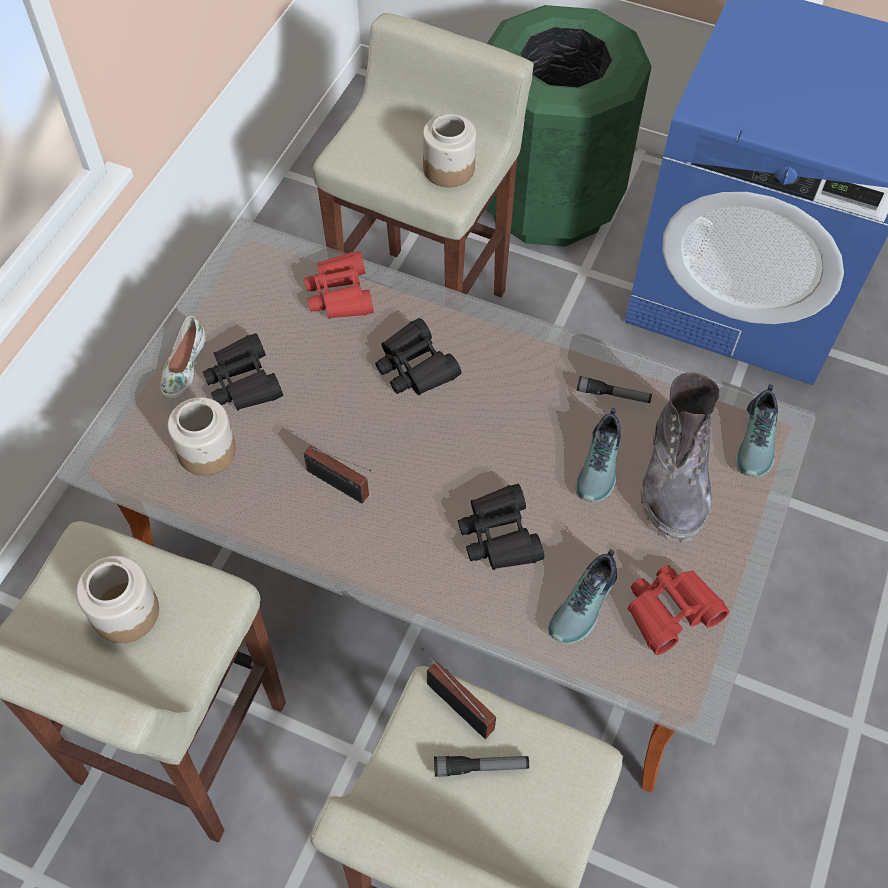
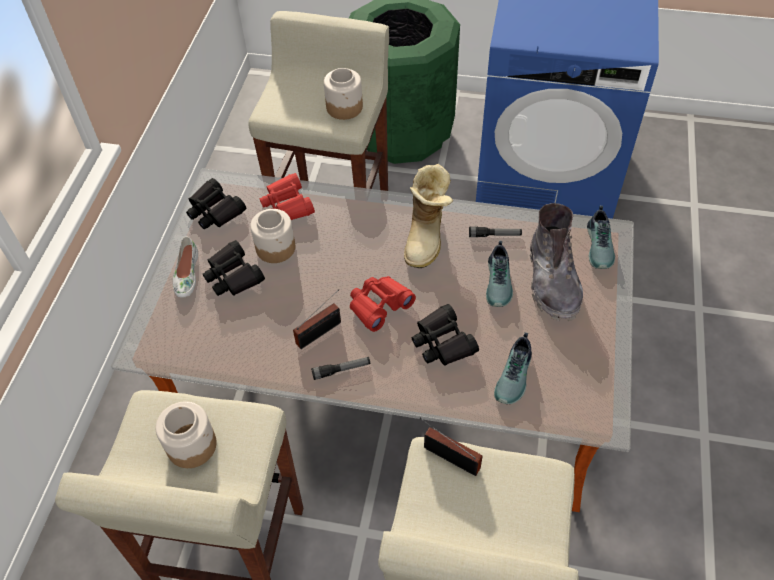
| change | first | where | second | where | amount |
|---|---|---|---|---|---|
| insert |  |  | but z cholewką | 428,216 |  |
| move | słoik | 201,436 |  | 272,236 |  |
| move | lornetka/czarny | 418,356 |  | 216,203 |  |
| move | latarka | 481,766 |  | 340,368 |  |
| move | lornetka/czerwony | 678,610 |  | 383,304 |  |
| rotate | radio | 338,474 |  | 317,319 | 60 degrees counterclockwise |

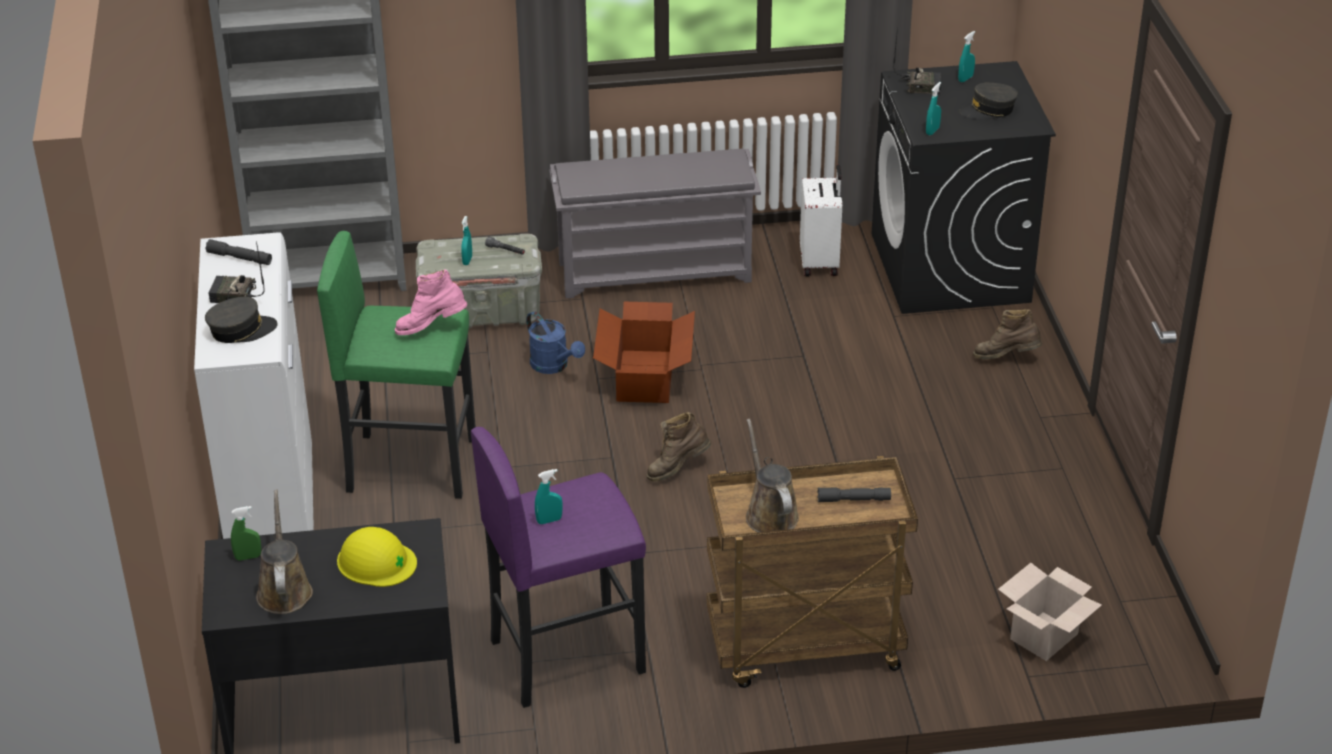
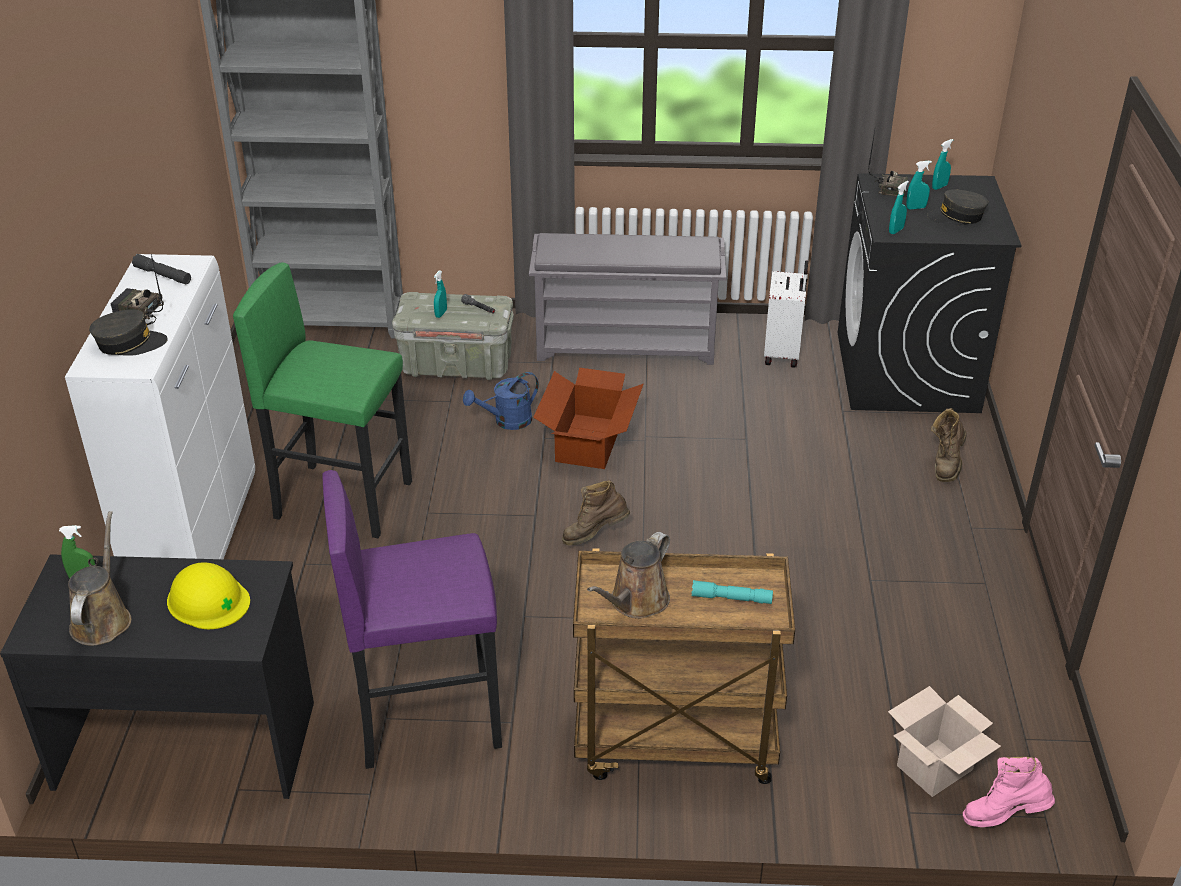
| change | first | where | second | where | amount |
|---|---|---|---|---|---|
| move | but z cholewką/różowy | 431,302 |  | 1009,792 |  |
| move | spryskiwacz/turkusowy | 549,496 |  | 919,185 |  |
| recolor | latarka/szary | 854,494 | latarka/turkusowy | 732,592 |  |
| rotate | konewka/niebieski | 555,342 |  | 501,401 | 90 degrees clockwise |
| rotate | konewka/brązowy | 772,475 |  | 628,575 | 135 degrees counterclockwise |
| rotate | but z cholewką/brązowy | 1007,334 |  | 949,445 | 90 degrees counterclockwise |

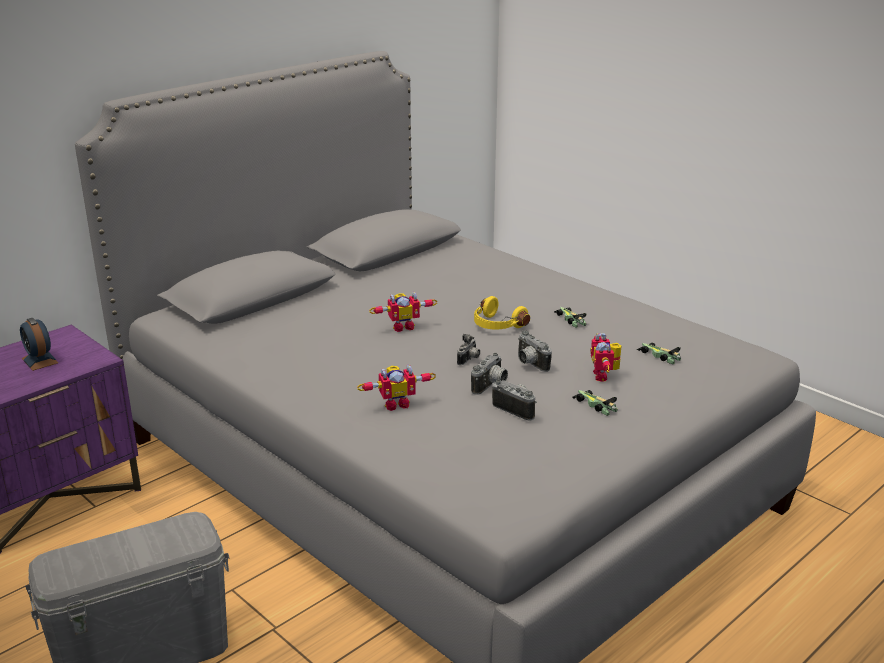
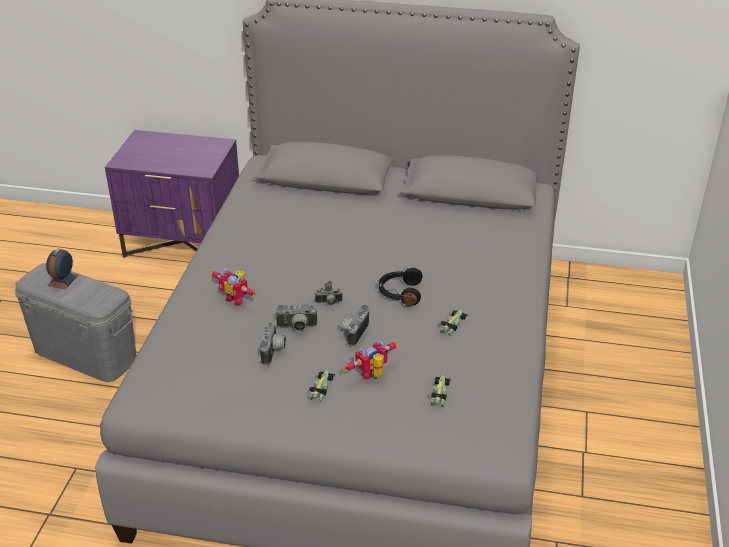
| change | first | where | second | where | amount |
|---|---|---|---|---|---|
| delete | robot zabawkowy | 403,311 |  |  |  |
| move | budzik | 39,344 |  | 62,269 |  |
| recolor | słuchawki/żółty | 502,313 | słuchawki/czarny | 401,287 |  |

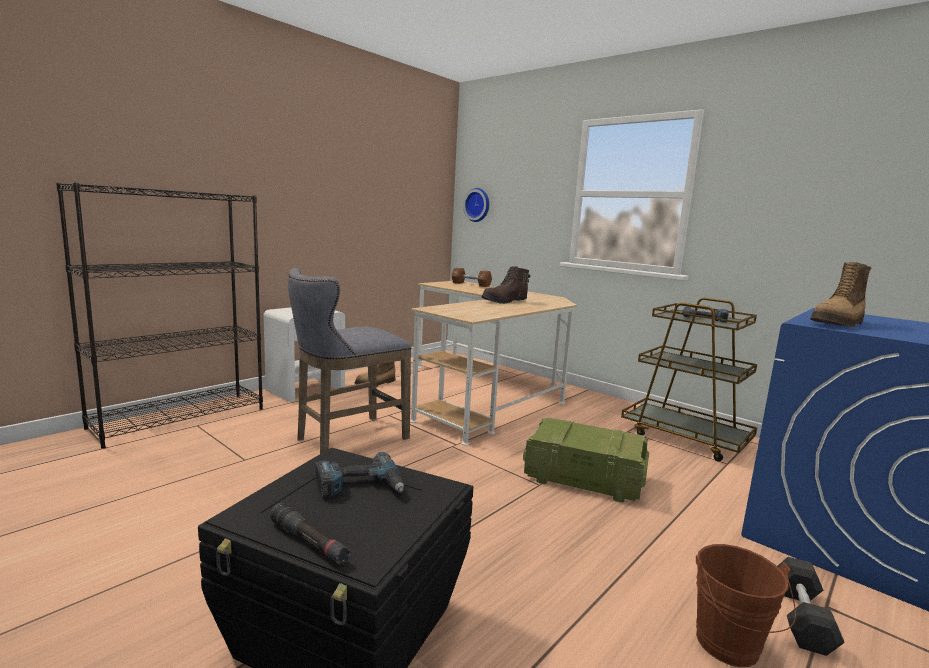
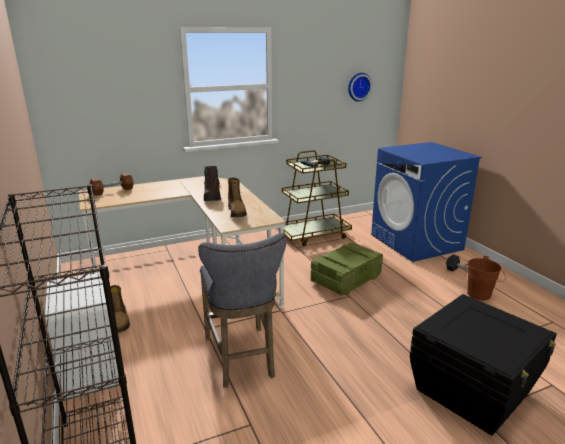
| change | first | where | second | where | amount |
|---|---|---|---|---|---|
| delete | latarka/czarny | 310,533 |  |  |  |
| delete | wiertarka | 359,474 |  |  |  |
| move | zegar ścienny | 476,205 |  | 360,87 |  |
| move | but z cholewką | 840,294 |  | 237,197 |  |

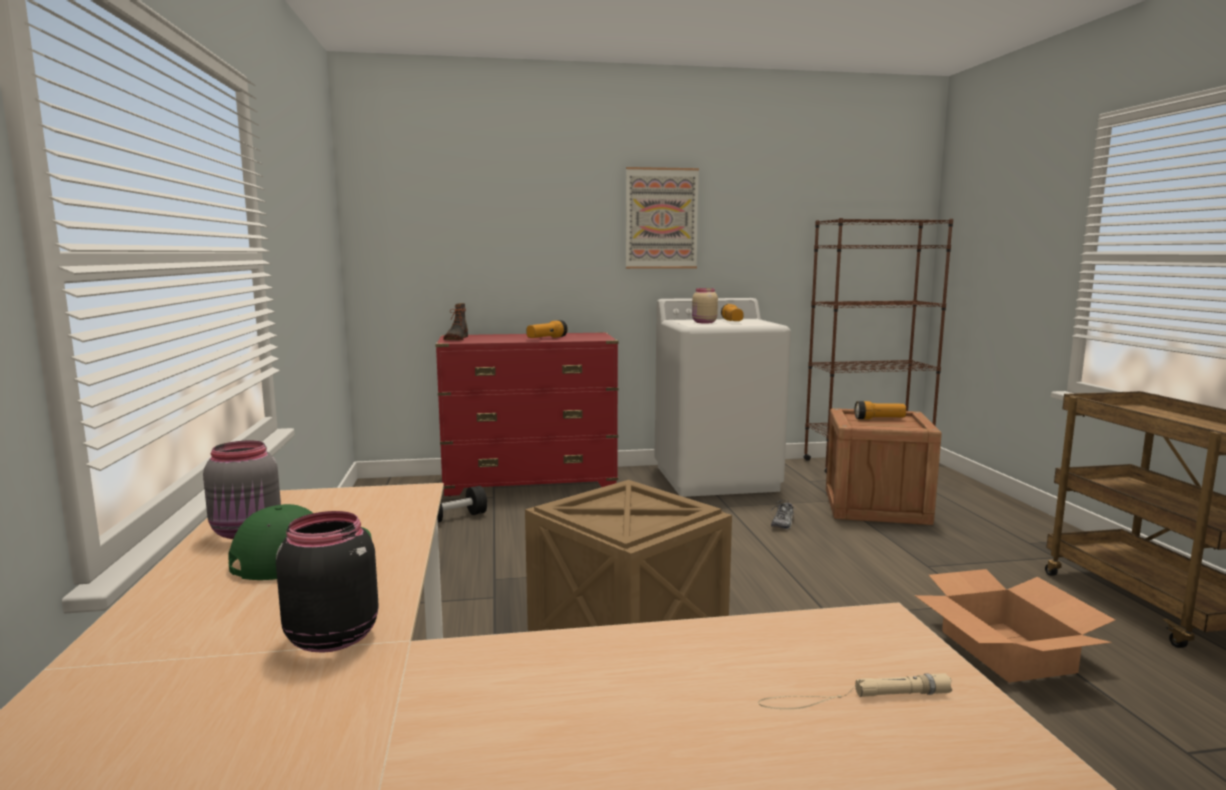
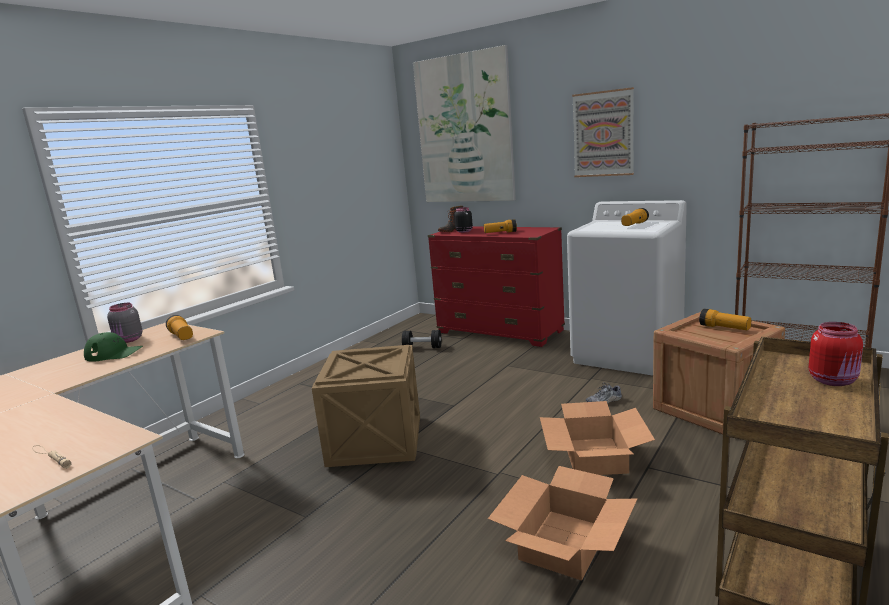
| change | first | where | second | where | amount |
|---|---|---|---|---|---|
| delete | słoik/beżowy | 705,305 |  |  |  |
| insert |  |  | latarka | 179,327 |  |
| insert |  |  | obraz | 464,123 |  |
| insert |  |  | karton | 597,438 |  |
| insert |  |  | słoik/czerwony | 836,354 |  |
| move | słoik/czarny | 327,582 |  | 463,220 |  |

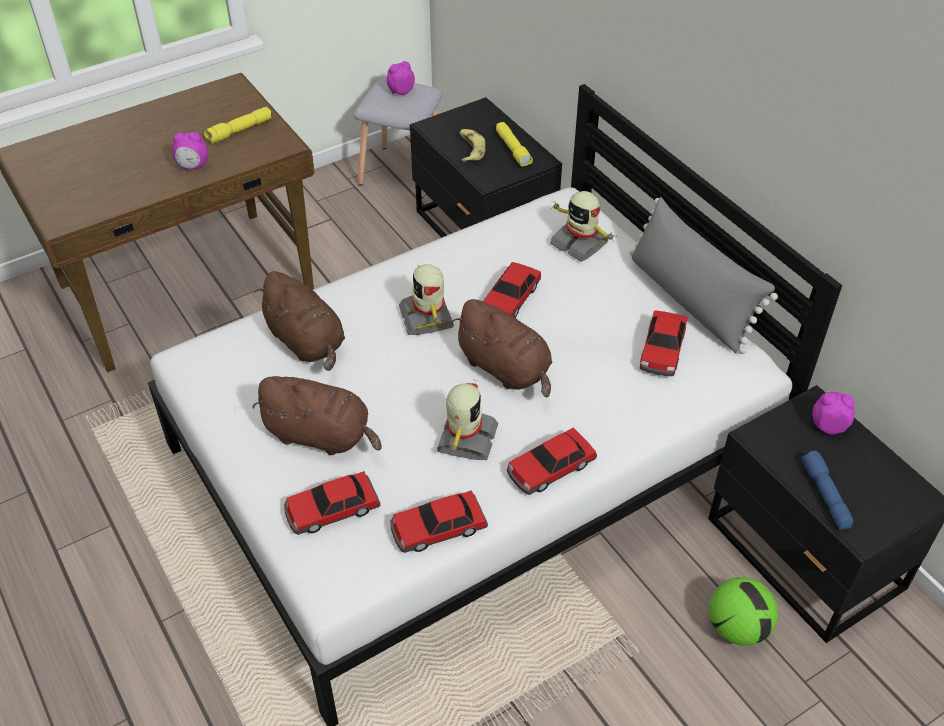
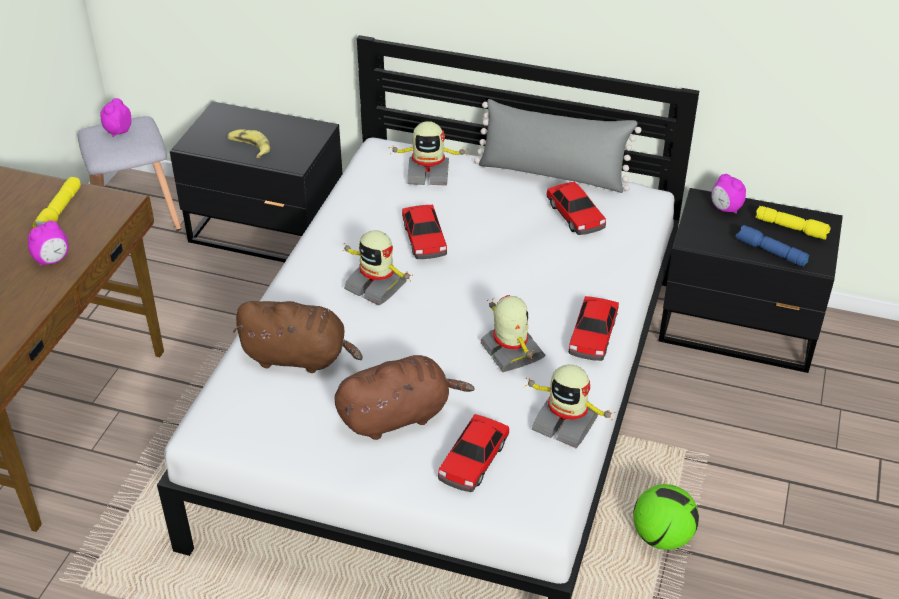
| change | first | where | second | where | amount |
|---|---|---|---|---|---|
| delete | pluszak/brązowy | 502,348 |  |  |  |
| move | latarka/żółty | 514,144 |  | 793,223 |  |
| move | piłka futbolowa | 743,611 |  | 666,517 |  |
| replace | samochodzik | 439,522 | robot zabawkowy | 568,406 |  |
| rotate | budzik | 833,413 |  | 728,193 | 105 degrees counterclockwise |

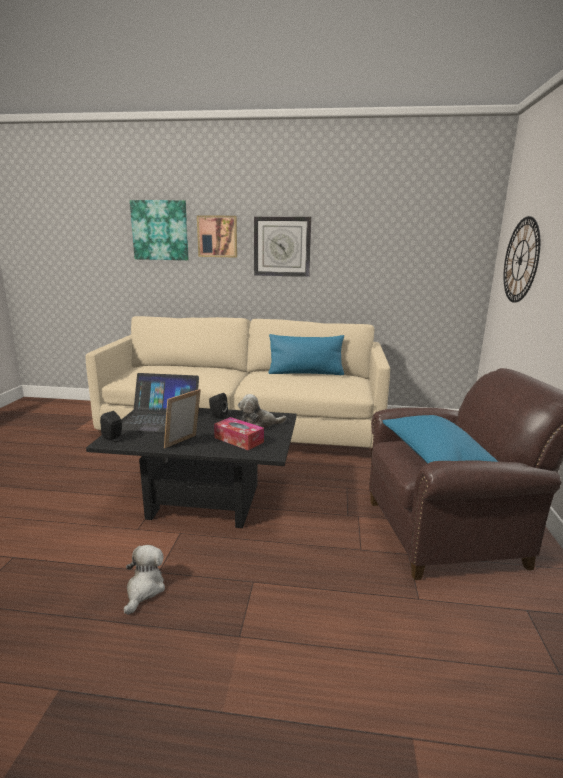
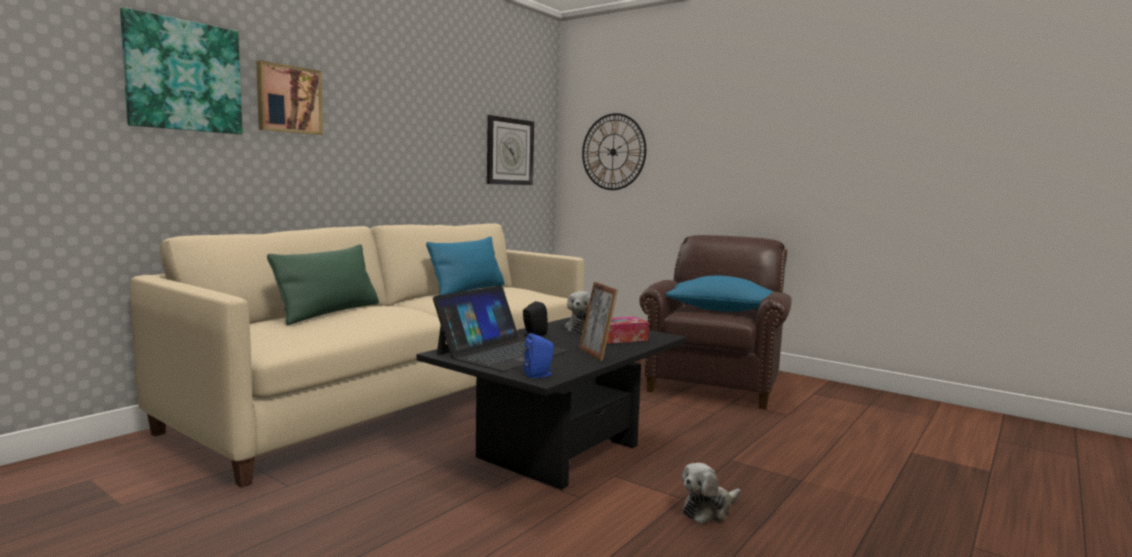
| change | first | where | second | where | amount |
|---|---|---|---|---|---|
| insert |  |  | poduszka/zielony | 323,284 |  |
| move | zegar ścienny | 282,246 |  | 510,150 |  |
| recolor | głośnik/czarny | 111,426 | głośnik/niebieski | 538,355 |  |
| rotate | pluszak | 144,580 |  | 711,493 | 75 degrees counterclockwise |

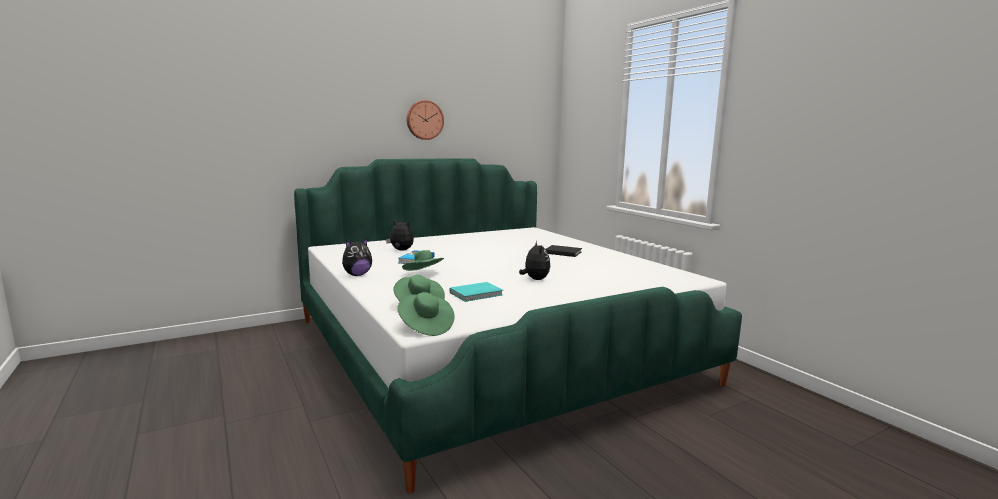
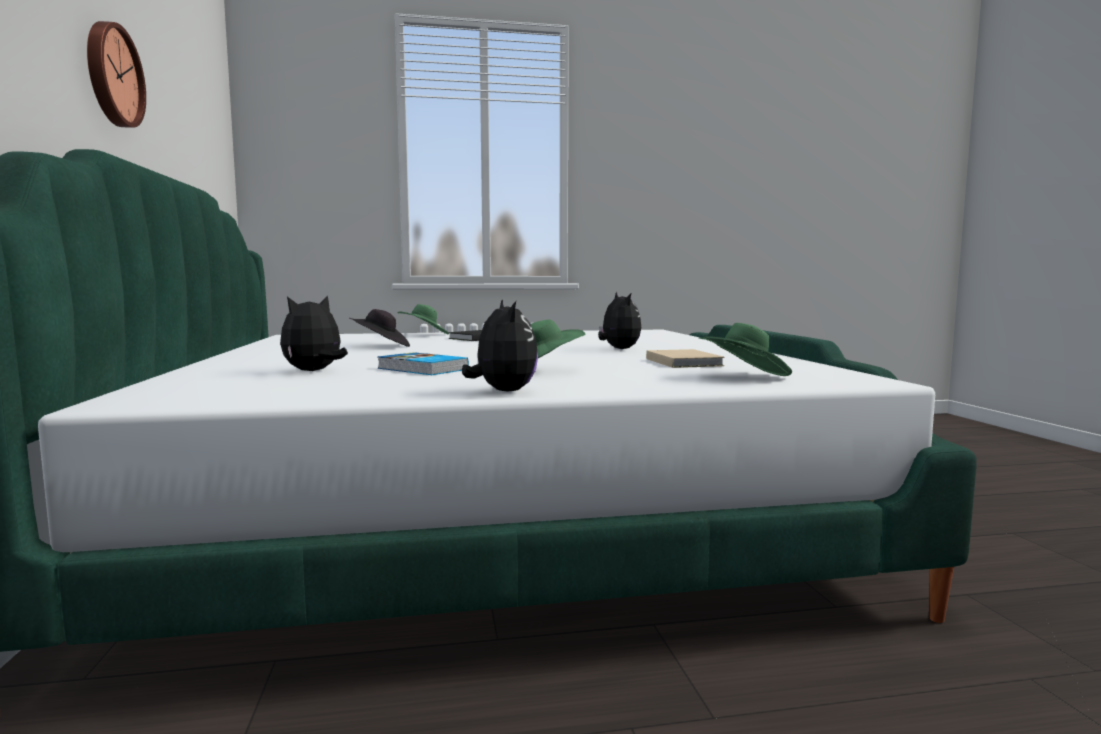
| change | first | where | second | where | amount |
|---|---|---|---|---|---|
| insert |  |  | kapelusz/czarny | 380,328 |  |
| move | kapelusz/zielony | 426,314 |  | 423,319 |  |
| recolor | książka/turkusowy | 476,292 | książka/beżowy | 685,358 |  |
| rotate | pluszak | 534,260 |  | 619,320 | 60 degrees clockwise |

